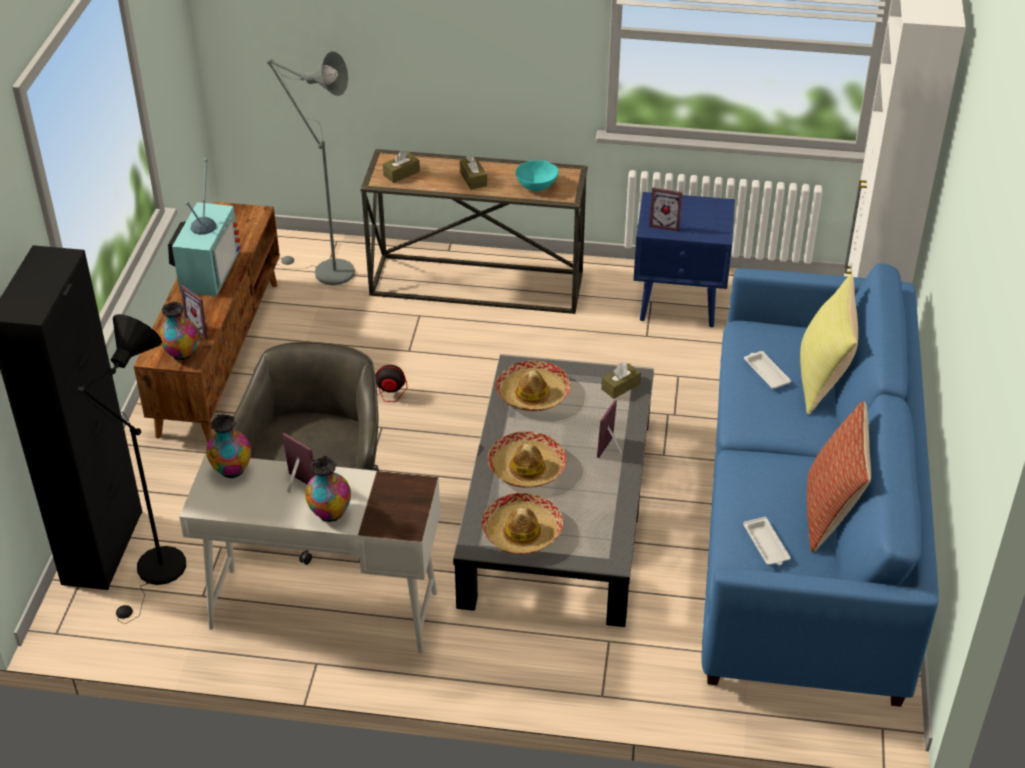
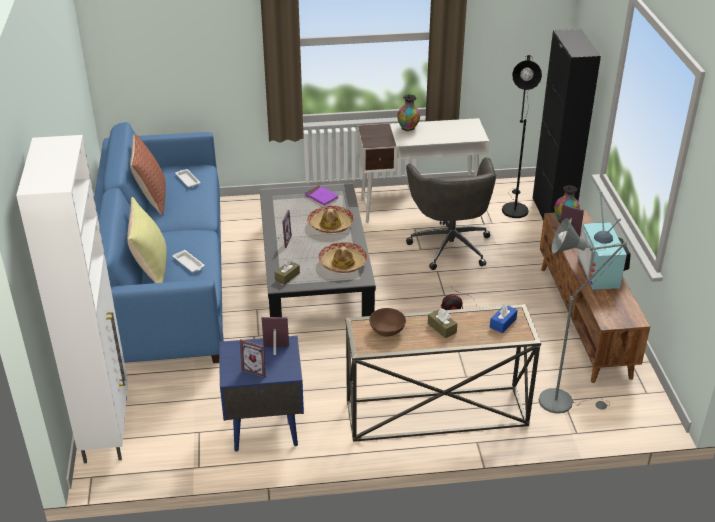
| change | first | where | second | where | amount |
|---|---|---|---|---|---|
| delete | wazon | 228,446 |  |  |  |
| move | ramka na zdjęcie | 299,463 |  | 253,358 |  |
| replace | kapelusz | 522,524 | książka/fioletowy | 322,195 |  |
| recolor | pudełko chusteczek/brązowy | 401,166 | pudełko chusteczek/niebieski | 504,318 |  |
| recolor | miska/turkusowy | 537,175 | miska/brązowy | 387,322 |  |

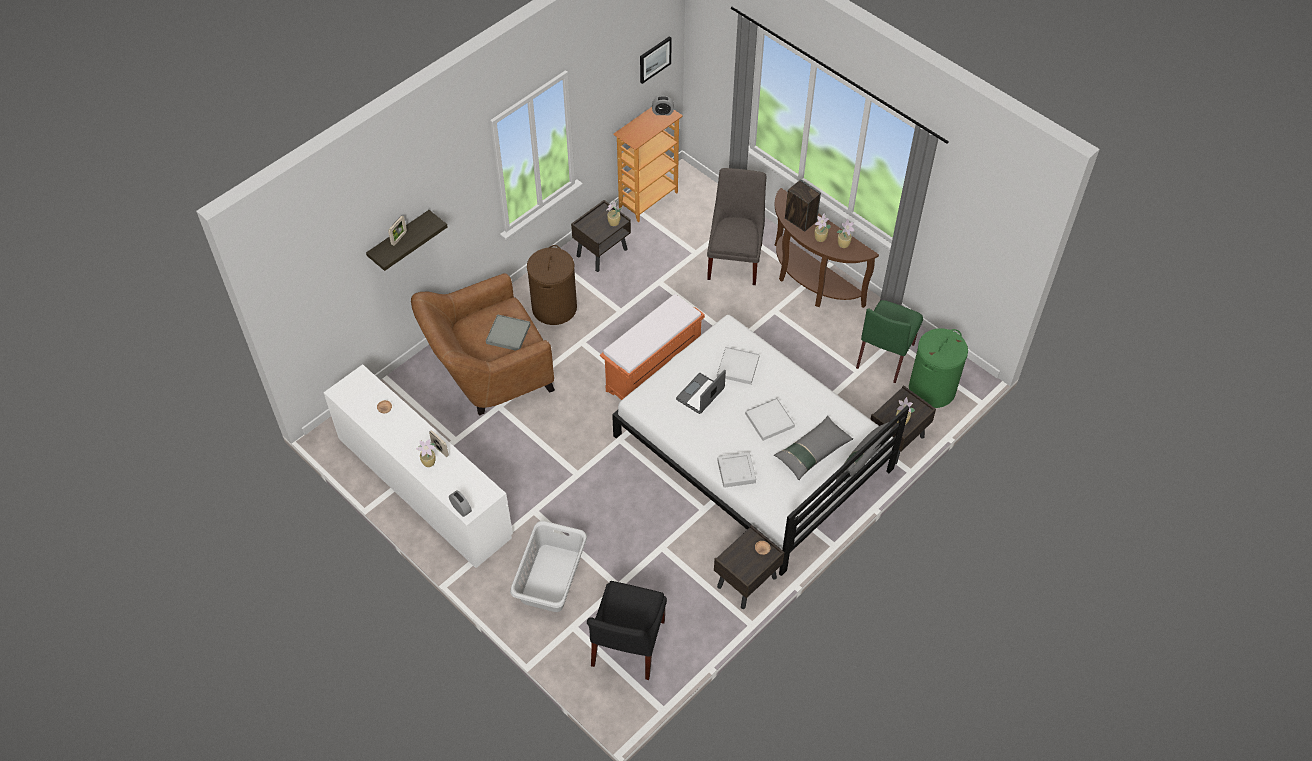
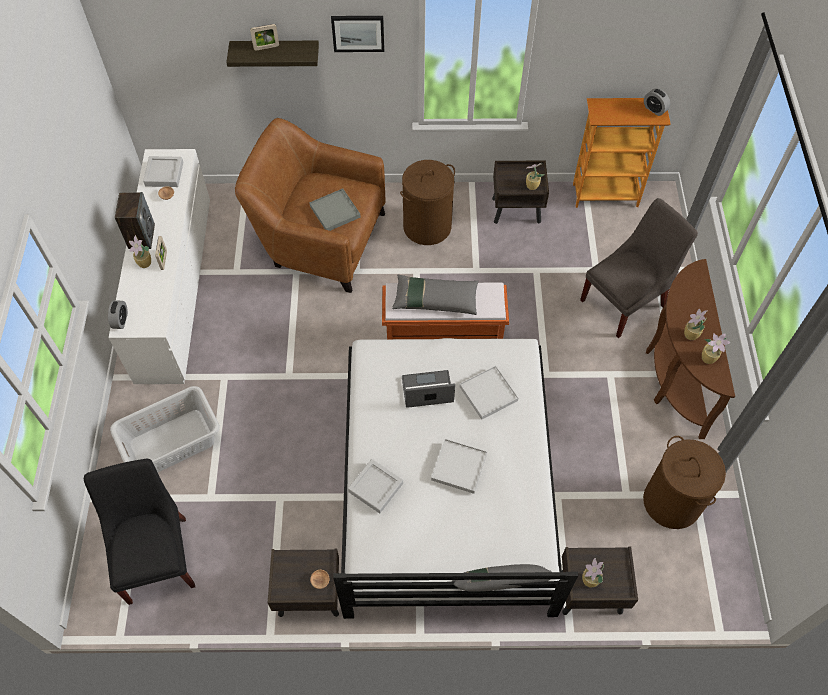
| change | first | where | second | where | amount |
|---|---|---|---|---|---|
| delete | kosz na pranie/zielony | 938,368 |  |  |  |
| insert |  |  | taca/szary | 163,171 |  |
| move | obraz | 656,60 |  | 357,34 |  |
| move | poduszka/szary | 813,448 |  | 435,295 |  |
| move | głośnik | 803,205 |  | 135,220 |  |
| replace | krzesło/zielony | 889,341 | kosz na pranie/brązowy | 684,482 |  |
| rotate | krzesło/czarny | 627,630 |  | 139,531 | 105 degrees clockwise |

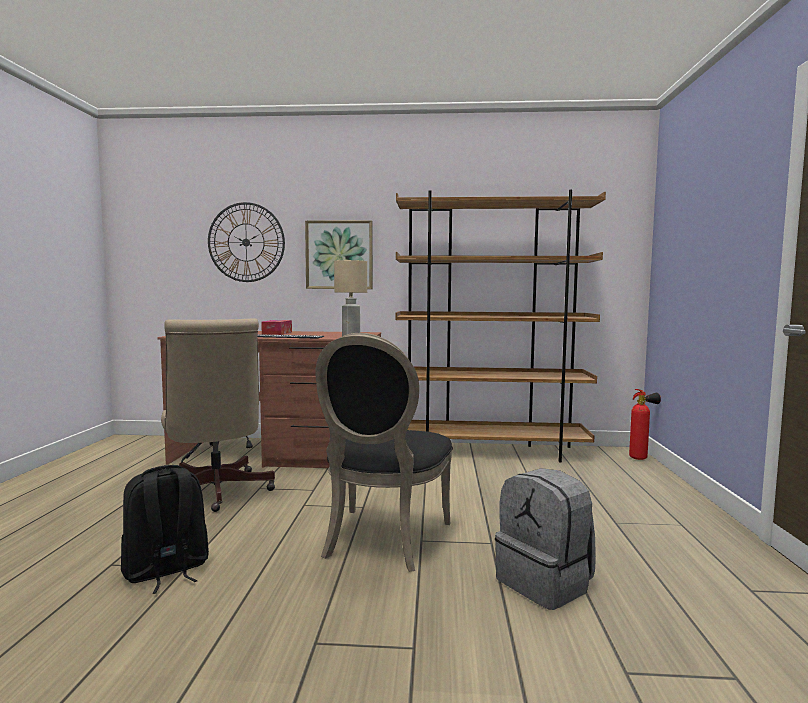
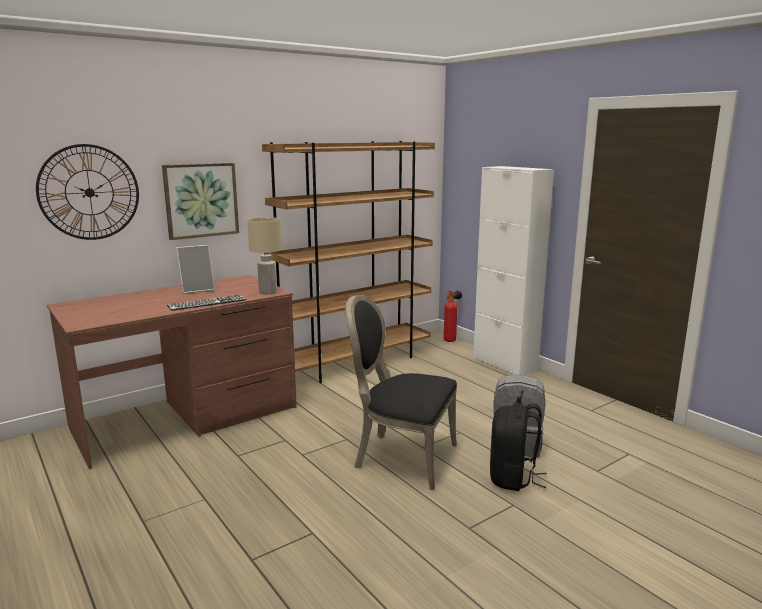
| change | first | where | second | where | amount |
|---|---|---|---|---|---|
| delete | krzesło biurowe/beżowy | 218,415 |  |  |  |
| delete | pudełko chusteczek | 276,327 |  |  |  |
| insert |  |  | ramka na zdjęcie | 195,269 |  |
| insert |  |  | szafka/biały | 513,270 |  |
| move | plecak/czarny | 165,529 |  | 518,447 |  |
| rotate | krzesło/czarny | 384,452 |  | 401,392 | 135 degrees clockwise |

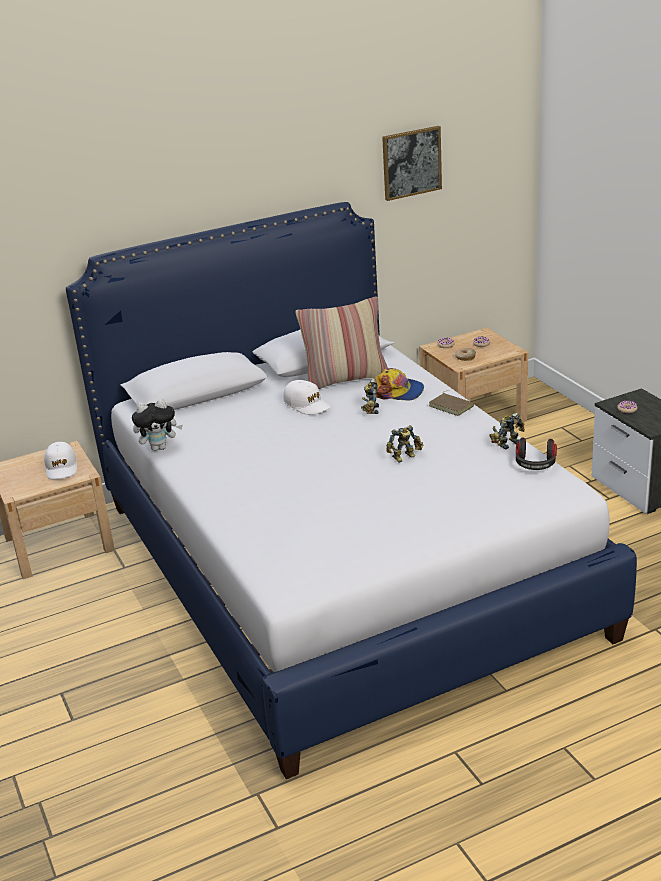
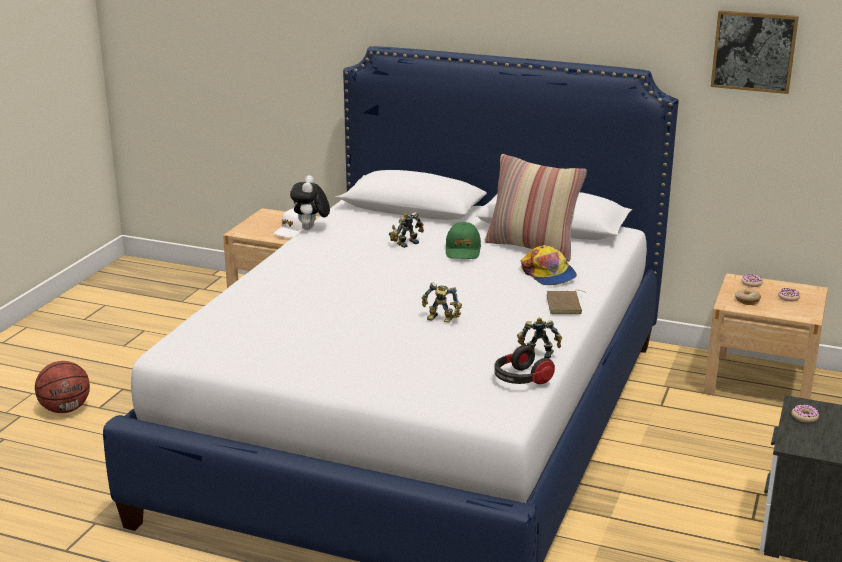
| change | first | where | second | where | amount |
|---|---|---|---|---|---|
| insert |  |  | piłka do koszykówki | 62,387 |  |
| move | robot zabawkowy | 370,396 |  | 406,230 |  |
| recolor | czapka z daszkiem/biały | 307,397 | czapka z daszkiem/zielony | 463,240 |  |
| rotate | pluszak | 157,425 |  | 310,202 | 60 degrees clockwise |

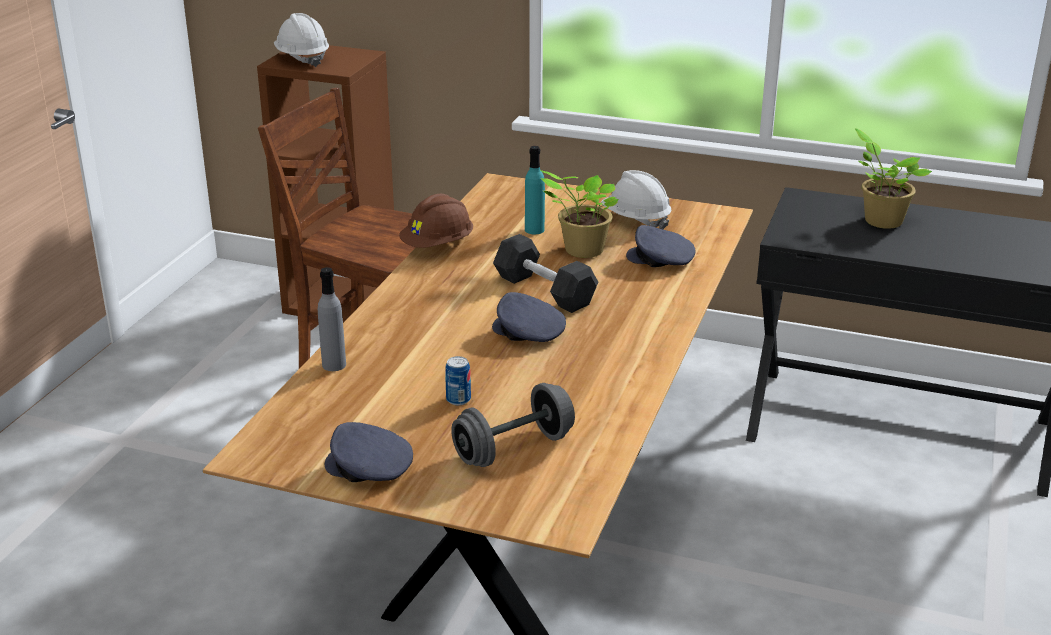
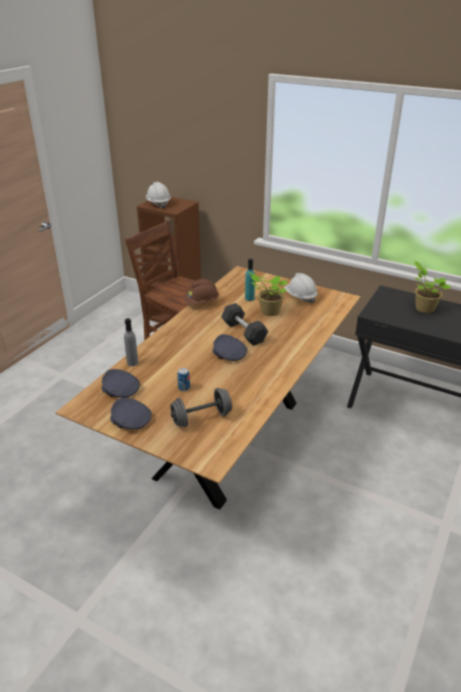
| change | first | where | second | where | amount |
|---|---|---|---|---|---|
| move | czapka z daszkiem/szary | 661,246 |  | 121,383 |  |

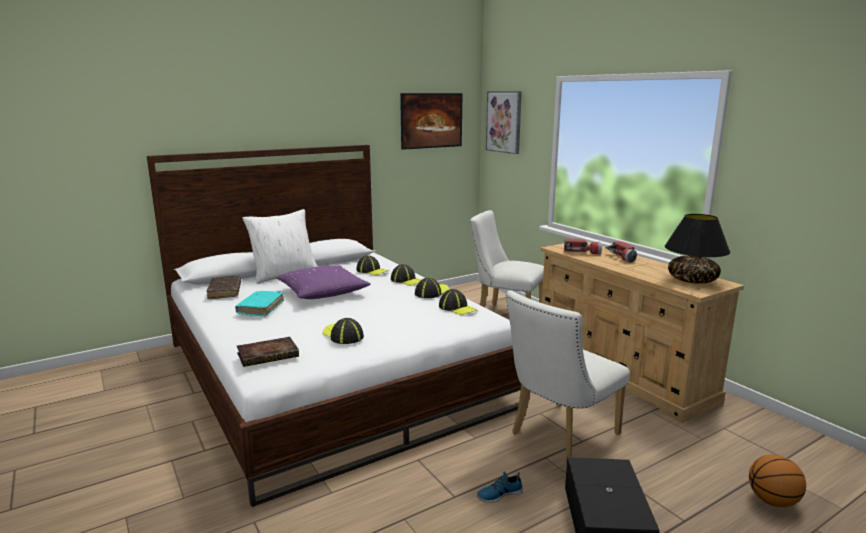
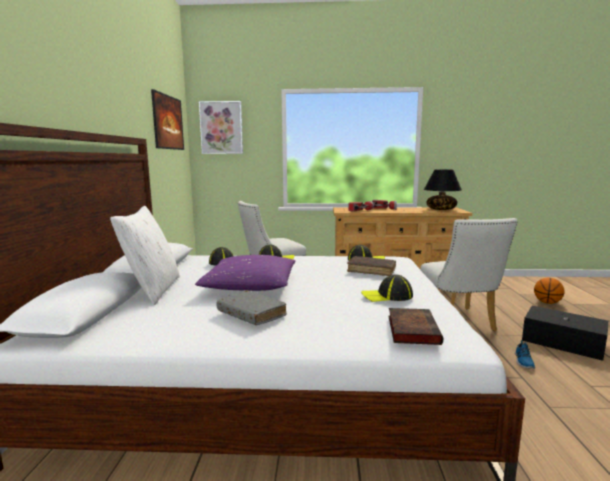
| change | first | where | second | where | amount |
|---|---|---|---|---|---|
| delete | czapka z daszkiem | 432,288 |  |  |  |
| move | książka/brązowy | 224,287 |  | 371,266 |  |
| recolor | książka/turkusowy | 259,303 | książka/szary | 251,307 |  |

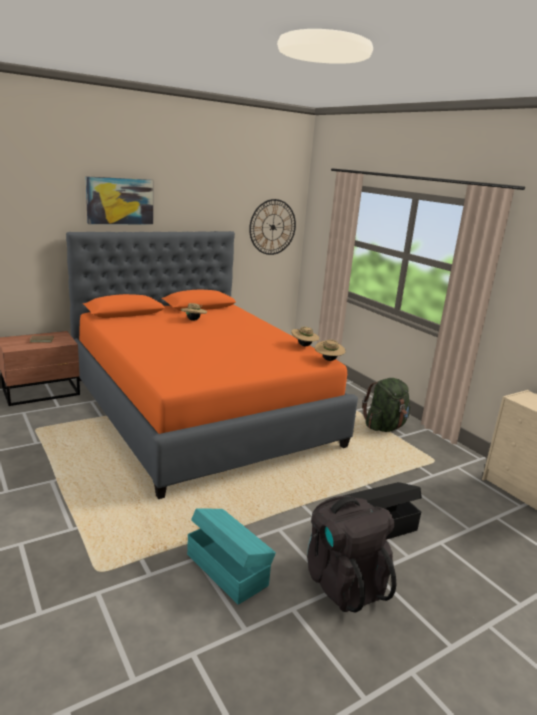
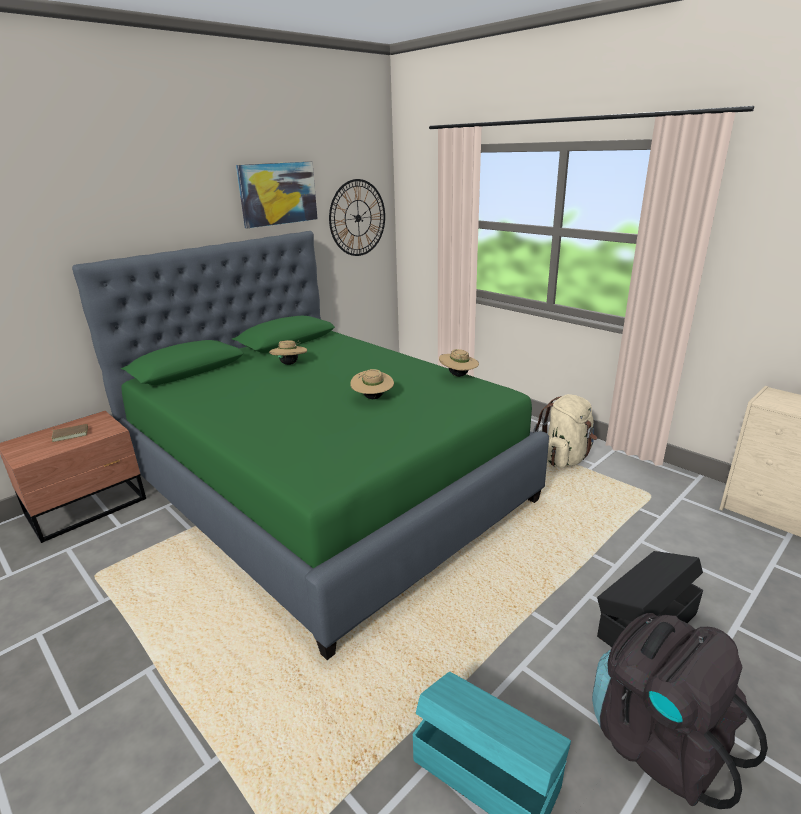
| change | first | where | second | where | amount |
|---|---|---|---|---|---|
| move | obraz | 119,200 |  | 277,194 |  |
| move | kapelusz/beżowy | 330,350 |  | 372,384 |  |
| recolor | łóżko/pomarańczowy | 212,365 | łóżko/zielony | 310,445 |  |
| recolor | plecak/zielony | 386,405 | plecak/beżowy | 565,431 |  |

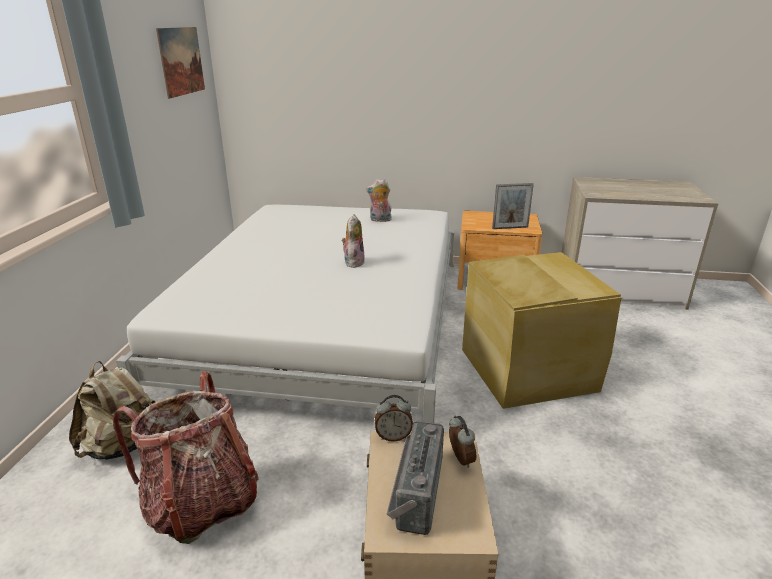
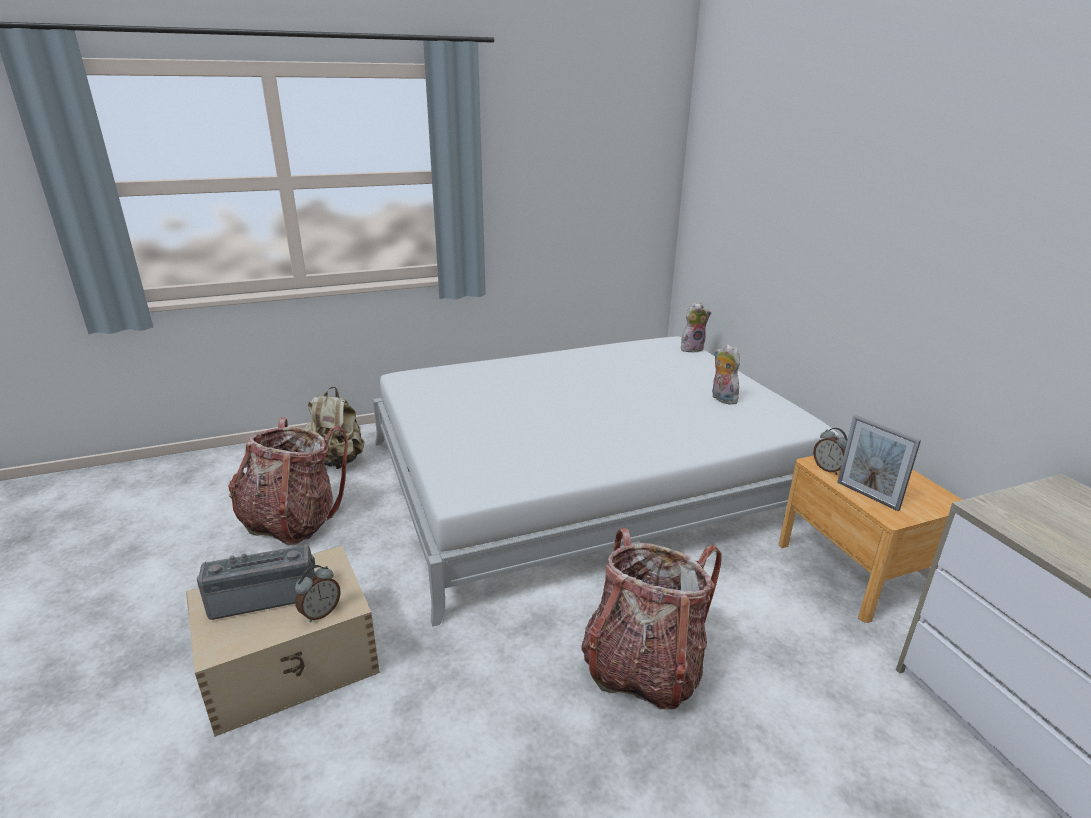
| change | first | where | second | where | amount |
|---|---|---|---|---|---|
| delete | obraz | 180,63 |  |  |  |
| move | pluszak | 353,241 |  | 696,327 |  |
| move | budzik | 394,418 |  | 830,451 |  |
| replace | pojemnik do przechowywania/beżowy | 541,330 | plecak | 651,618 |  |

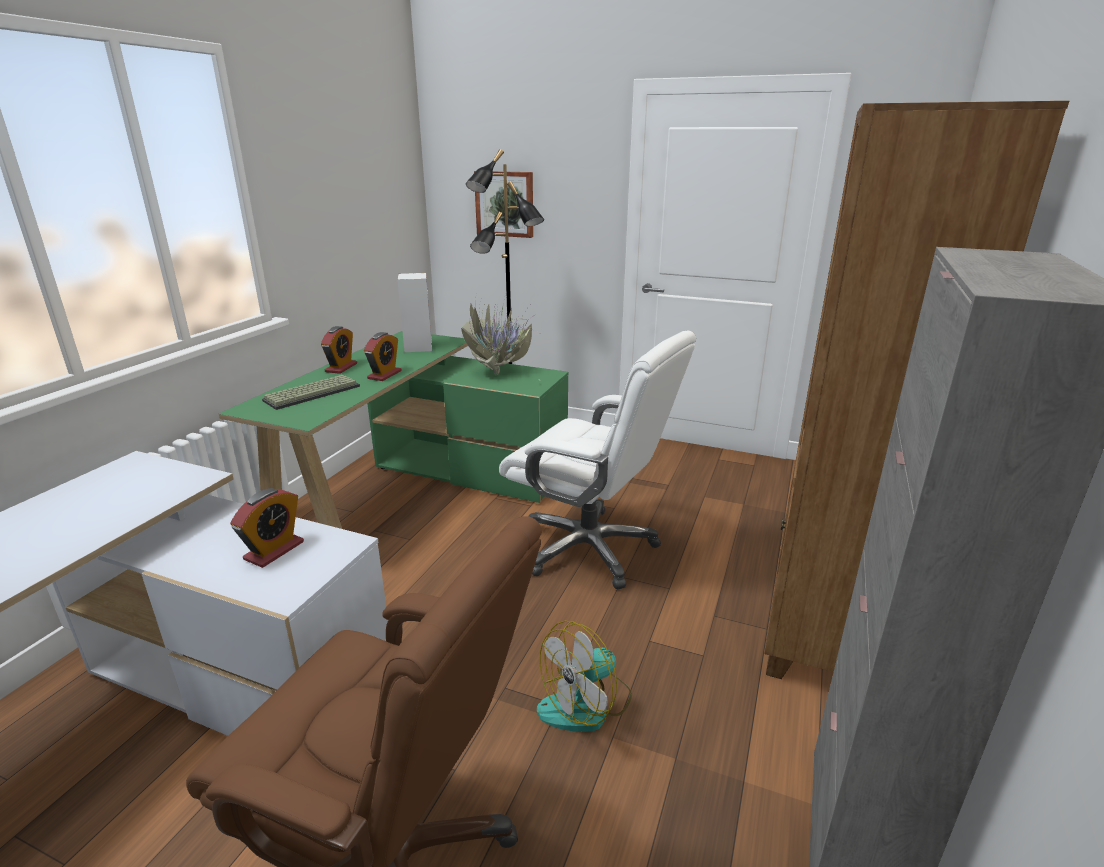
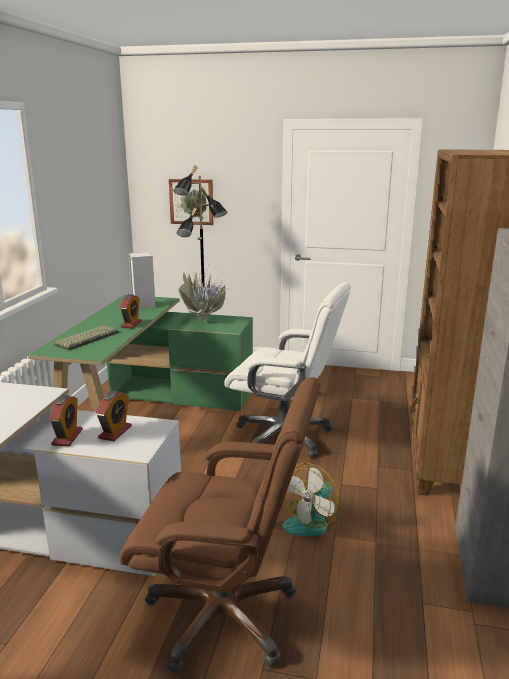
| change | first | where | second | where | amount |
|---|---|---|---|---|---|
| move | budzik | 339,350 |  | 66,420 |  |

